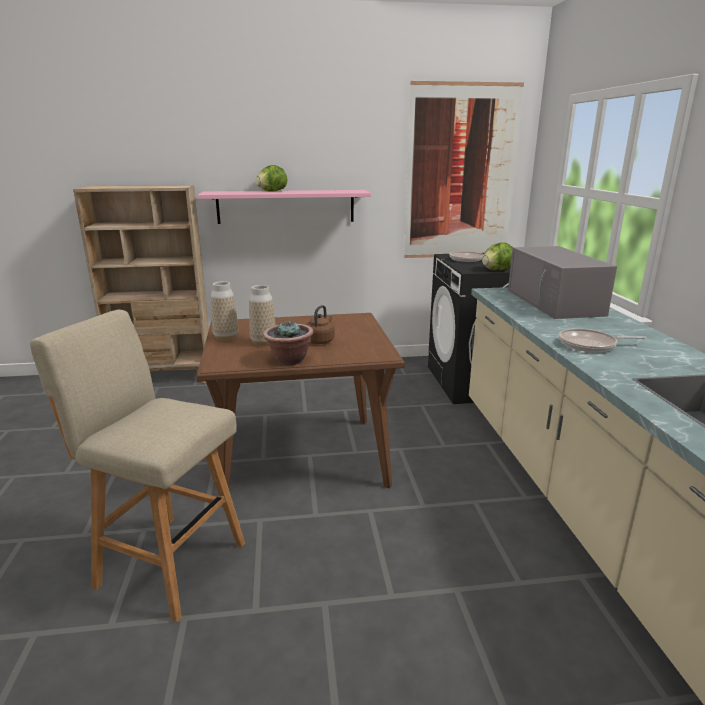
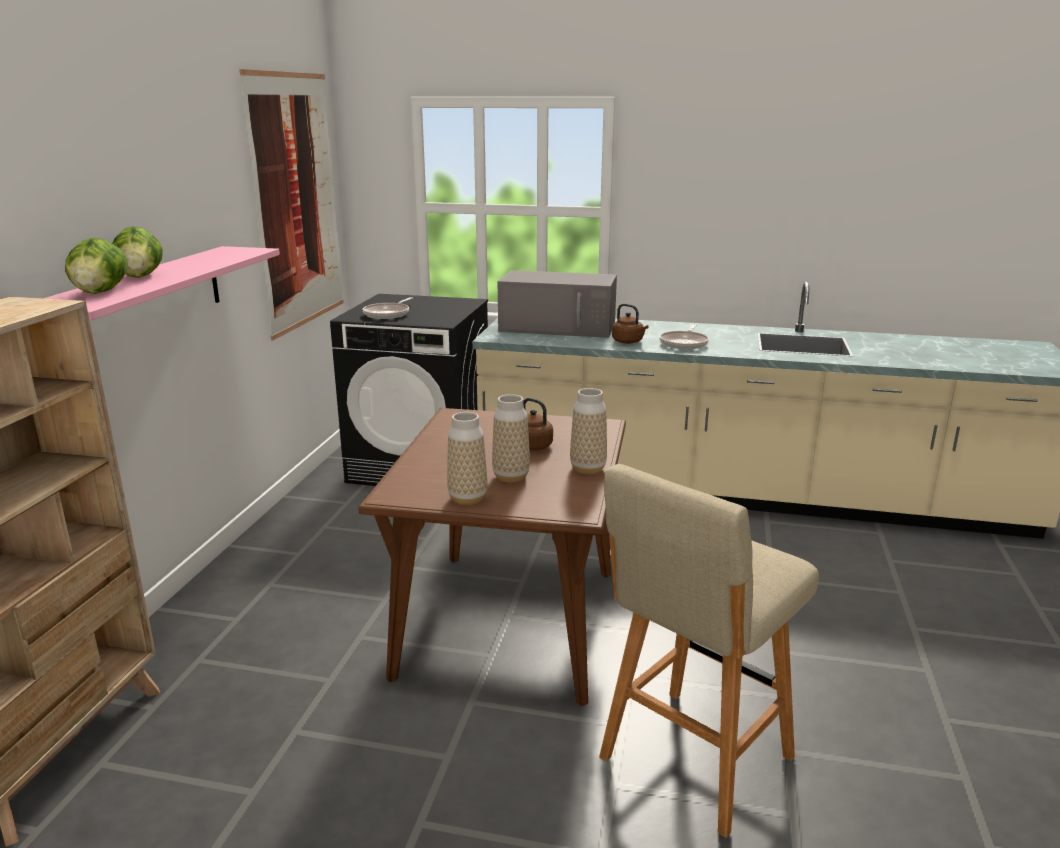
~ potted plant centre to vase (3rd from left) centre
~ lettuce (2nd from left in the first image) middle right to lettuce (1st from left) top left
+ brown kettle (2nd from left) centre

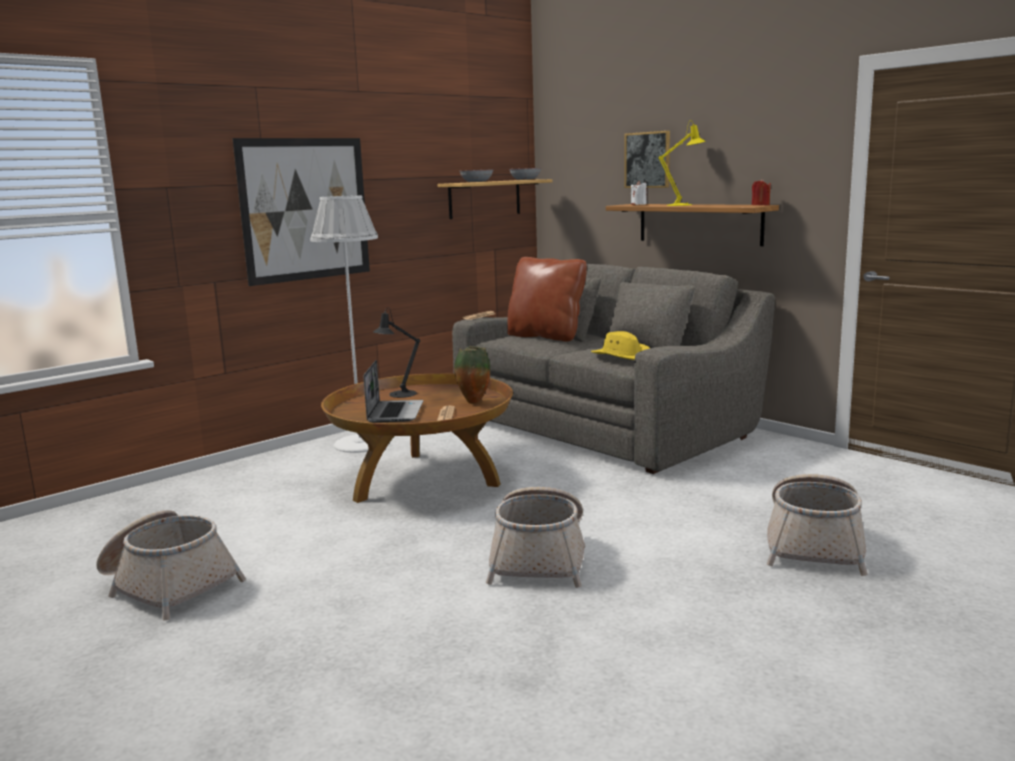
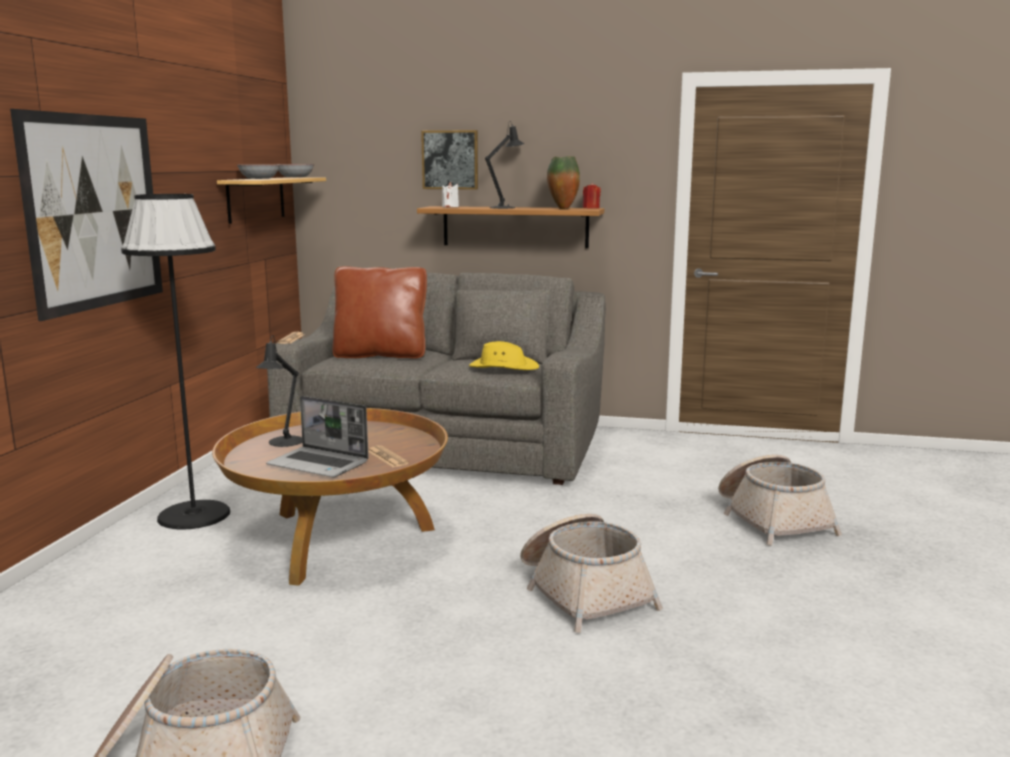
~ white floor lamp centre to black floor lamp middle left
~ laptop centre = middle left 150 degrees clockwise
~ vase centre to top centre
~ yellow table lamp top right to black table lamp (2nd from left) top centre

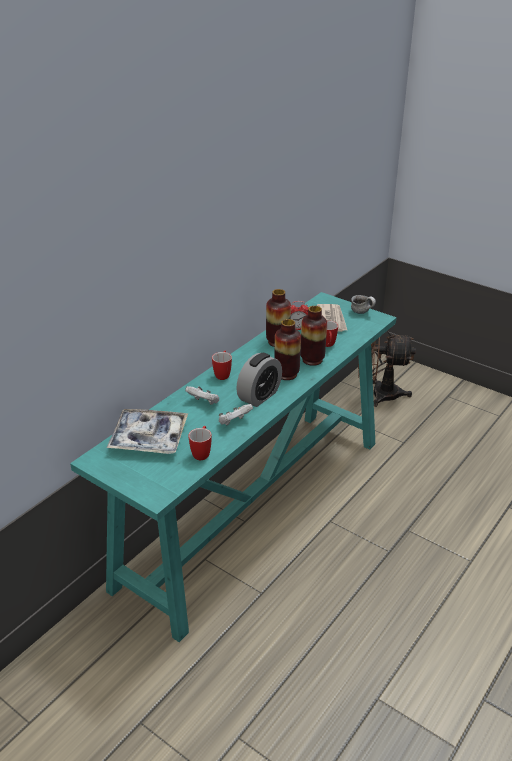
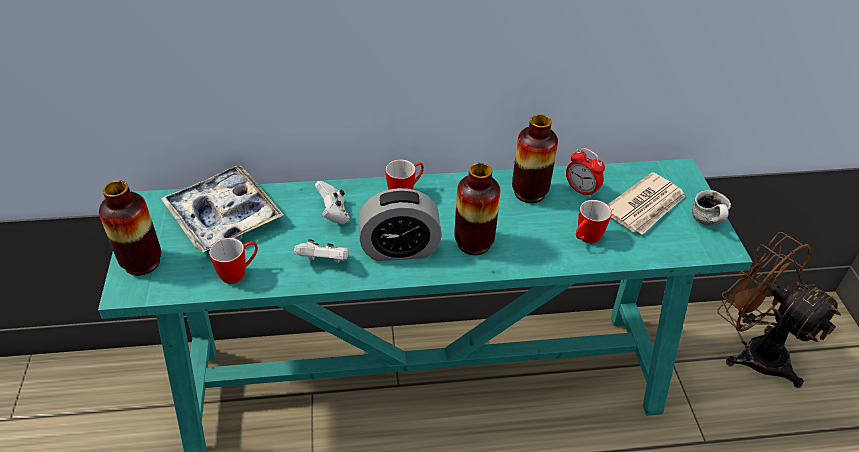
~ vase (3rd from left in the first image) centre to vase (1st from left) middle left

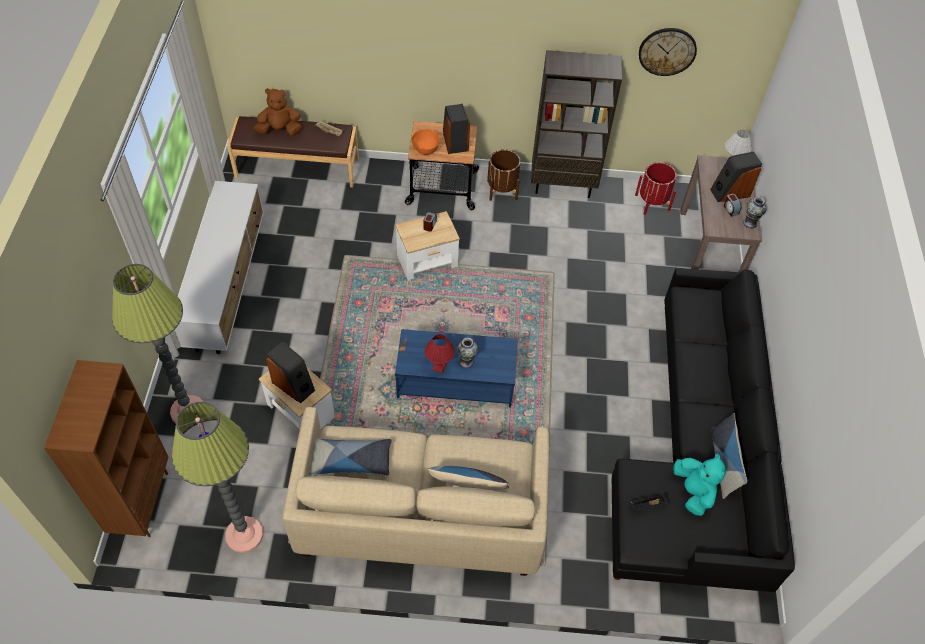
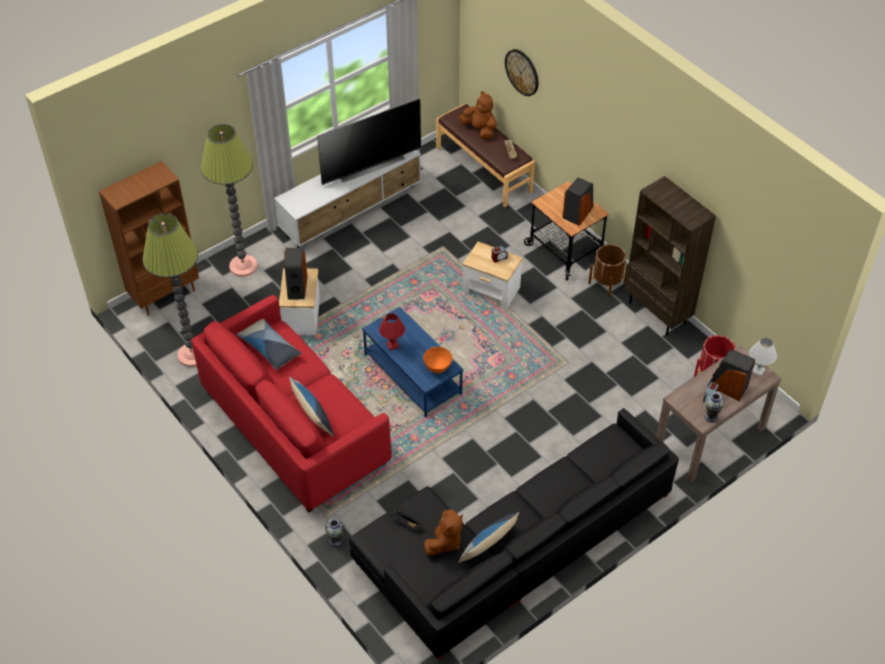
~ beige sofa bottom centre to red sofa middle left
~ orange bowl top centre to centre
~ vase (1st from left) centre to bottom centre
~ wall clock top right to top centre
~ turquoise plush toy bottom right to brown plush toy (1st from left) bottom centre
+ television top centre

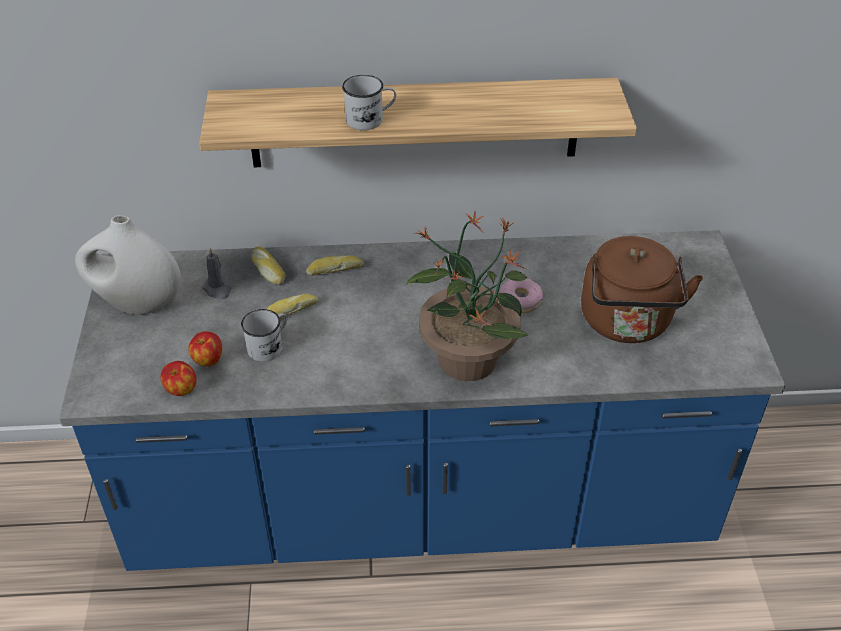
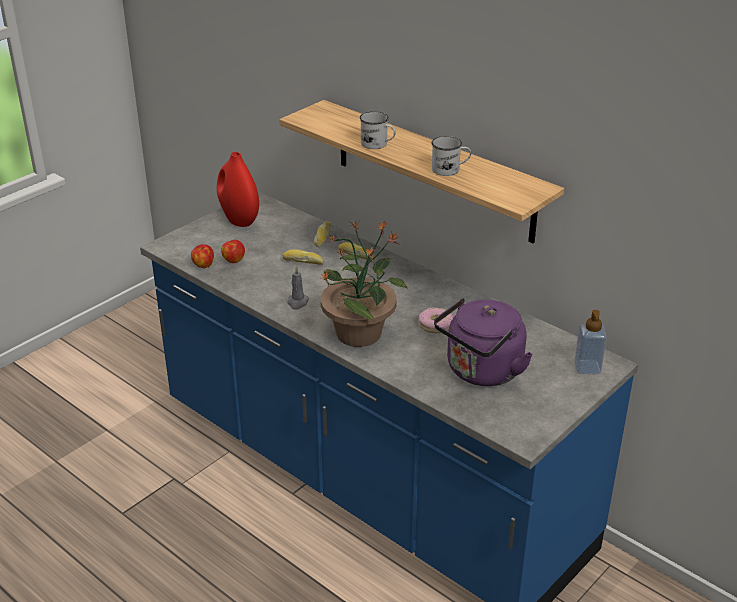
~ white vase middle left to red vase top left
~ grey candle middle left to centre
~ white mug (1st from left in the first image) middle left to white mug (2nd from left) top centre
~ brown kettle middle right to purple kettle centre
+ soap dispenser middle right

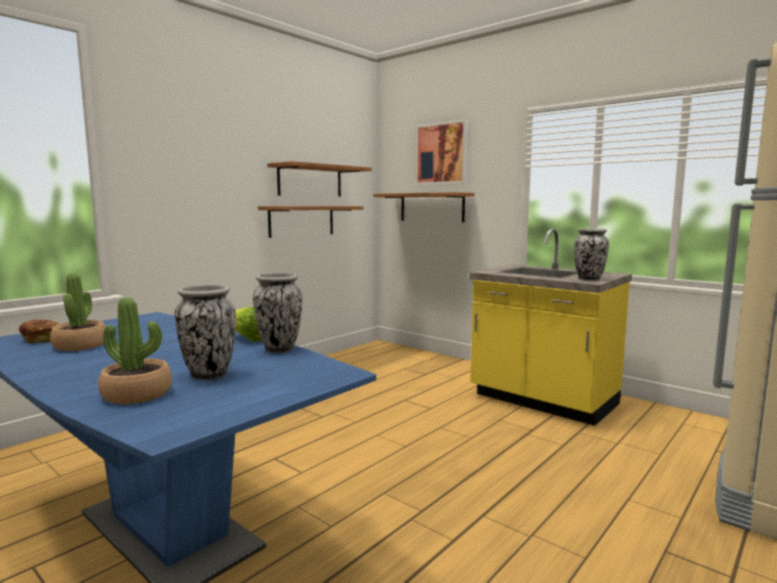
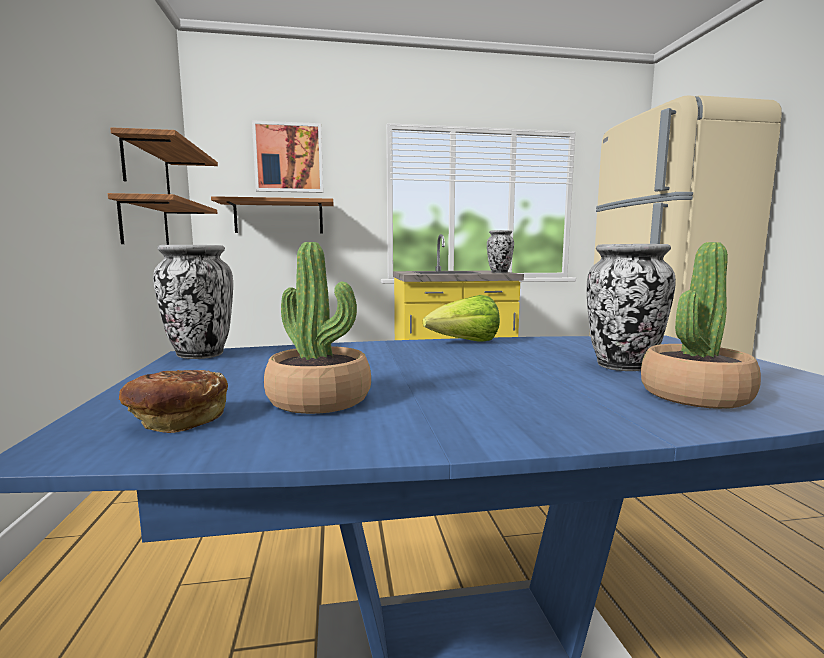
~ vase (2nd from left in the first image) centre to vase (1st from left) middle left

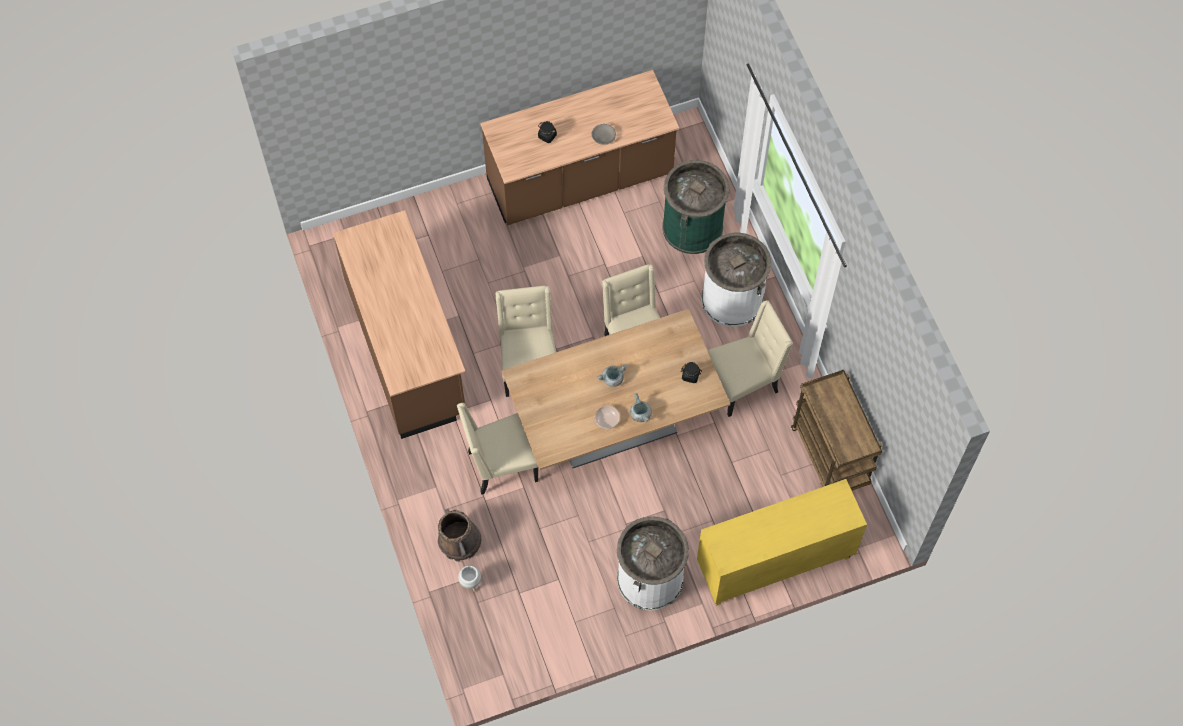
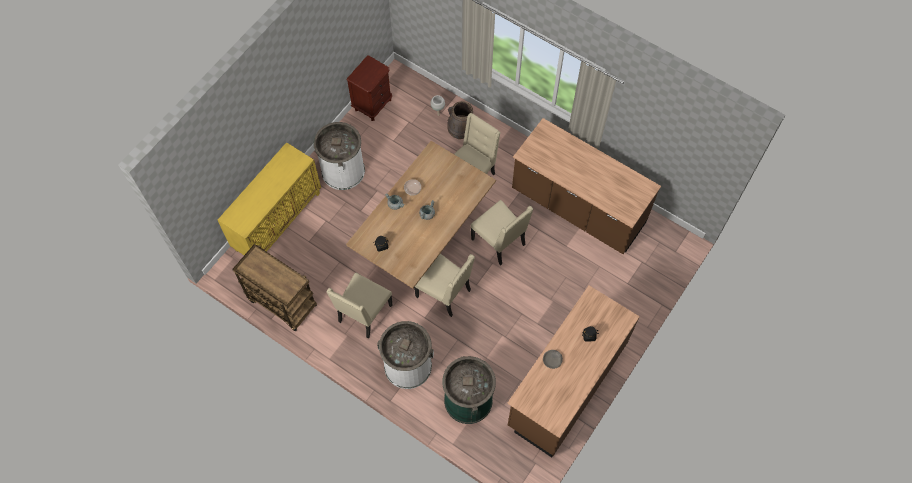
+ brown nightstand top centre

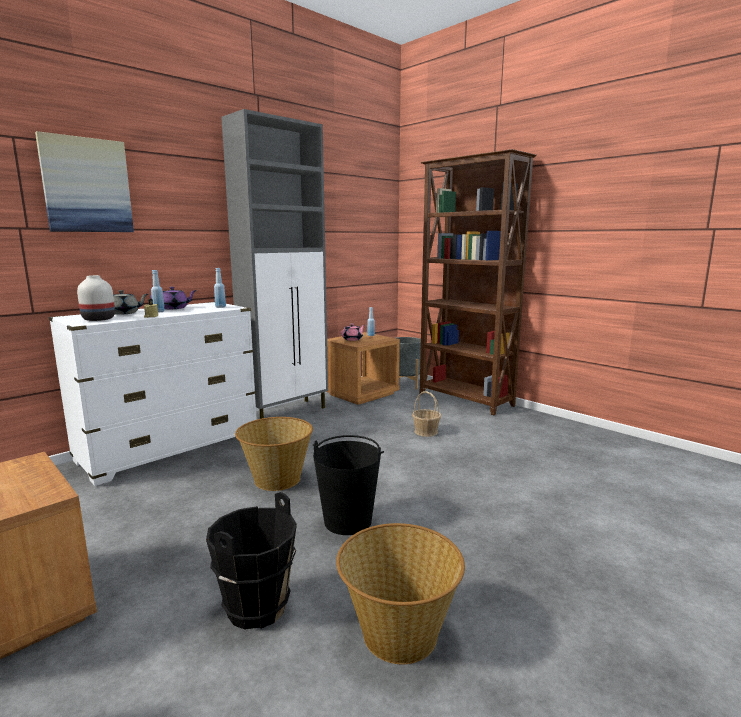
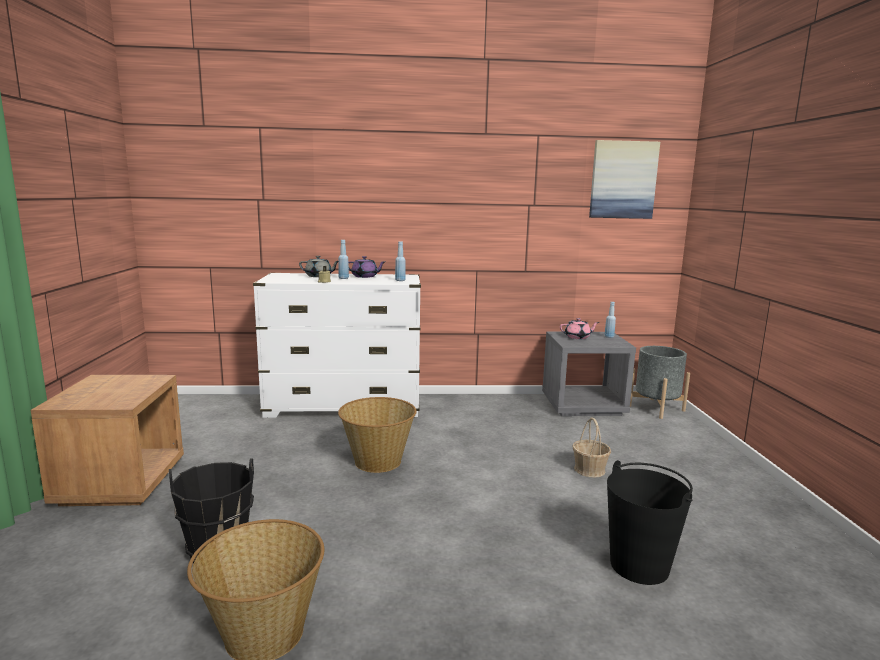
~ picture top left to top right
- white vase middle left
- grey cabinet centre
~ black bucket (2nd from left) bottom centre to bottom right
~ brown nightstand (2nd from left) centre to grey nightstand middle right
- brown bookcase centre

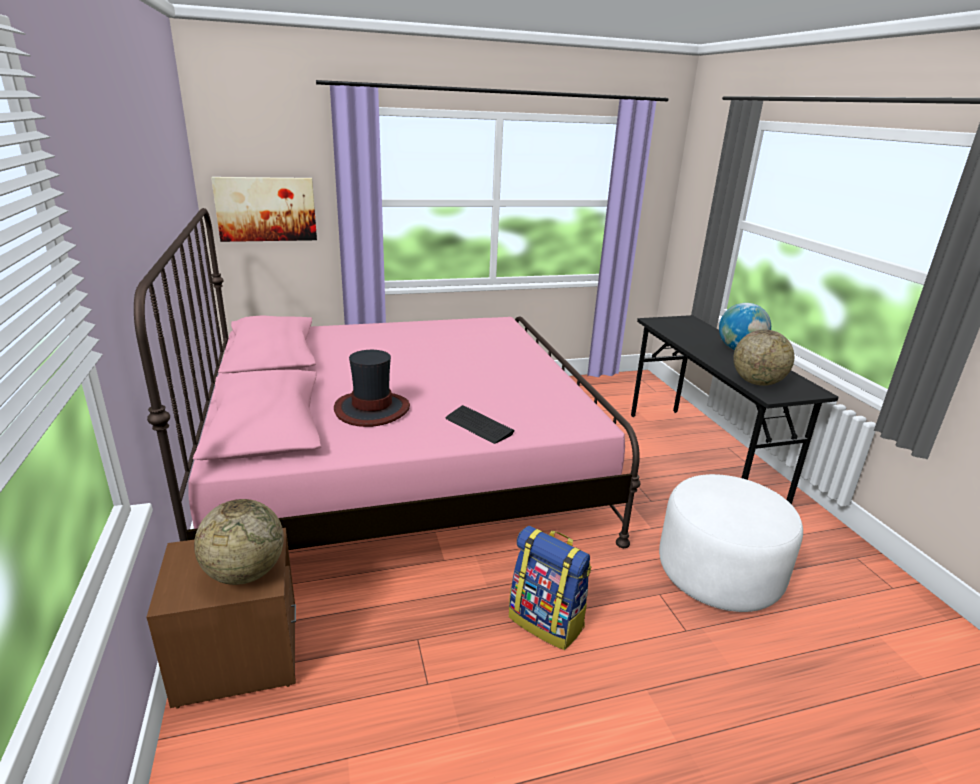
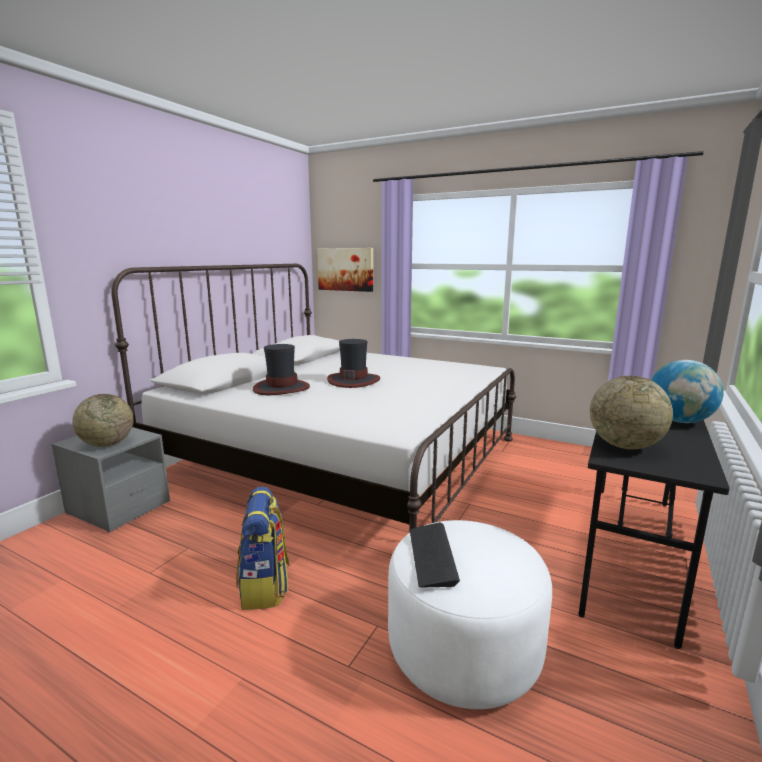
~ pink bed centre to white bed centre
~ brown nightstand bottom left to grey nightstand middle left
~ keyboard centre to bottom centre
+ hat (2nd from left) centre

